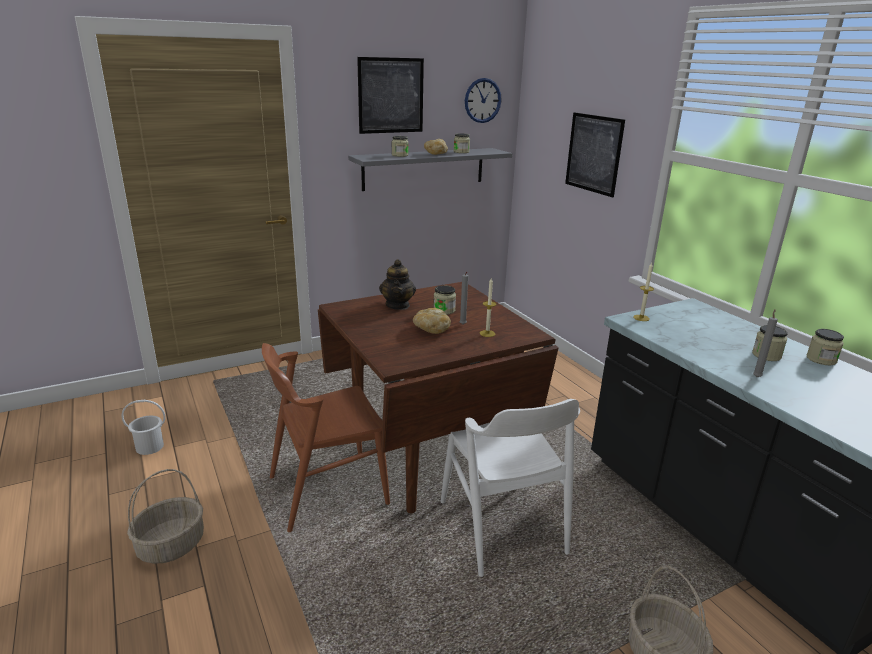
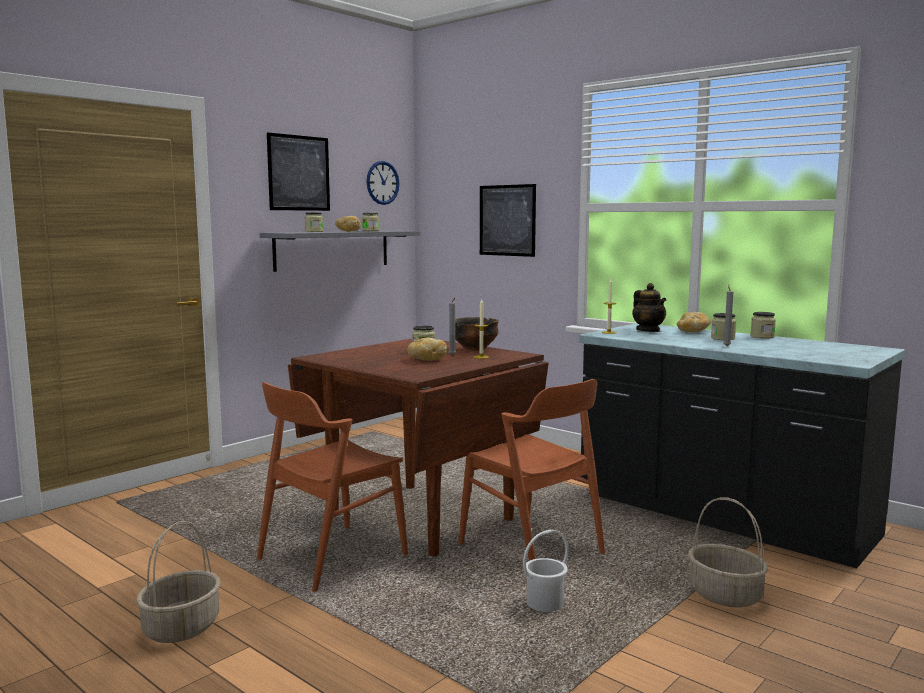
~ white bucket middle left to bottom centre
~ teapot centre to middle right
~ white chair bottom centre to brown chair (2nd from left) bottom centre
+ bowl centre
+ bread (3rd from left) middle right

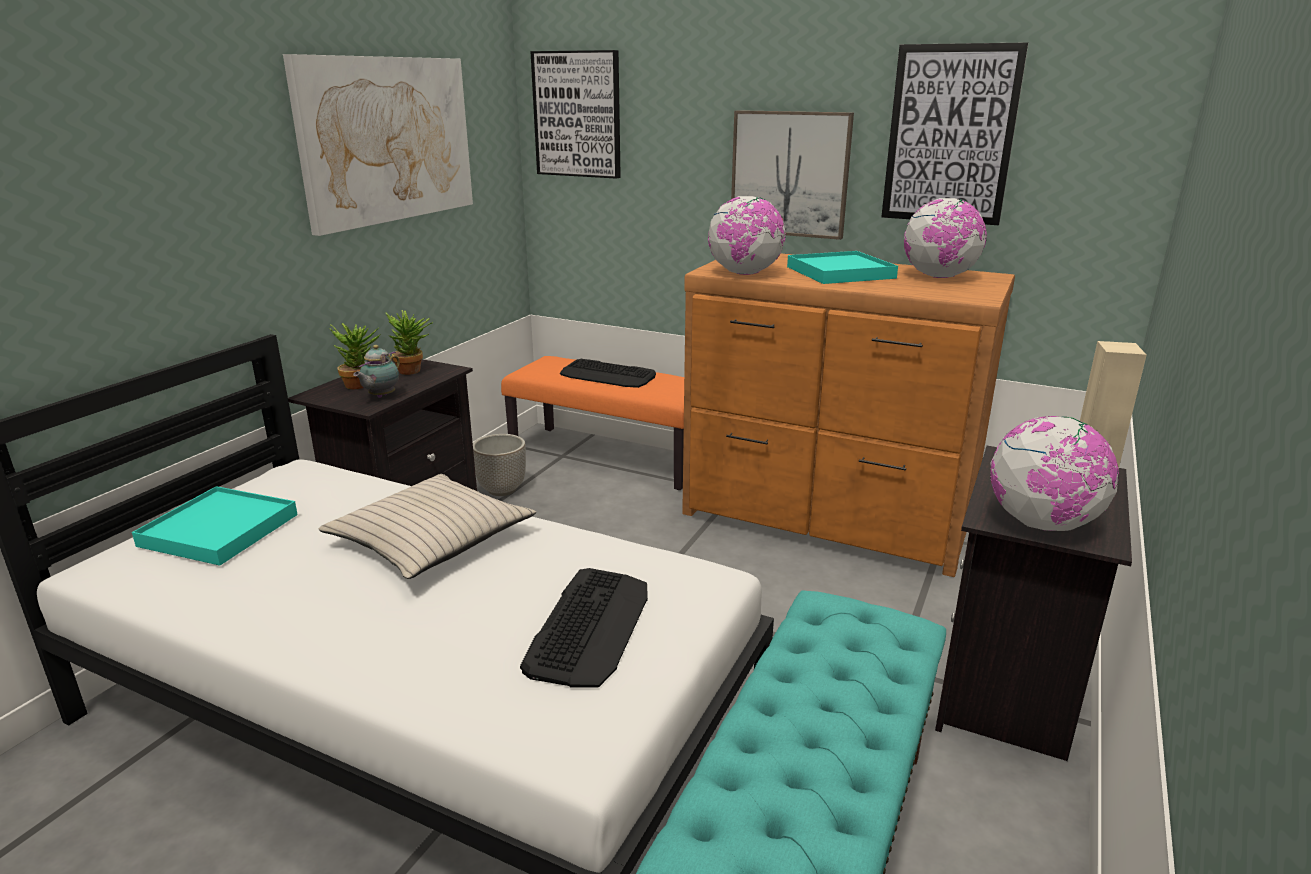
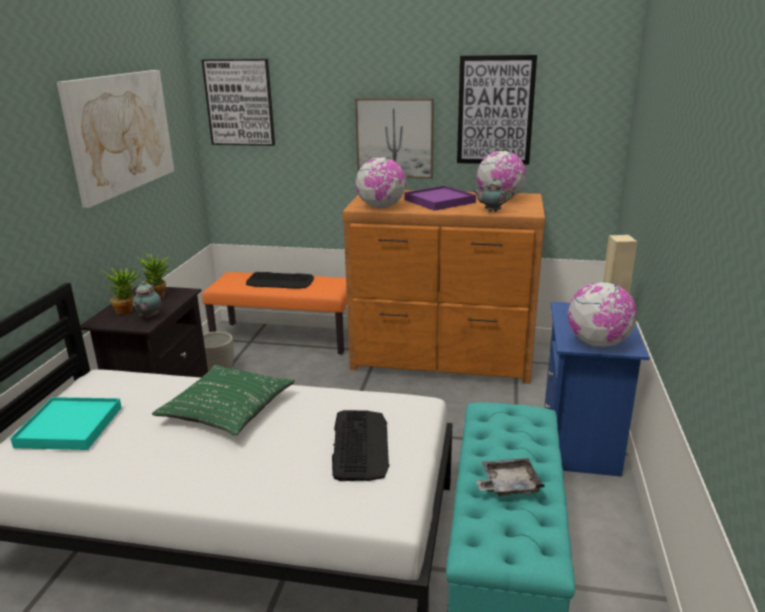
~ beige pillow middle left to green pillow middle left
~ turquoise tray (2nd from left) top centre to purple tray top centre
~ black nightstand (2nd from left) bottom right to blue nightstand middle right
+ teapot (2nd from left) top centre
+ grey tray bottom right

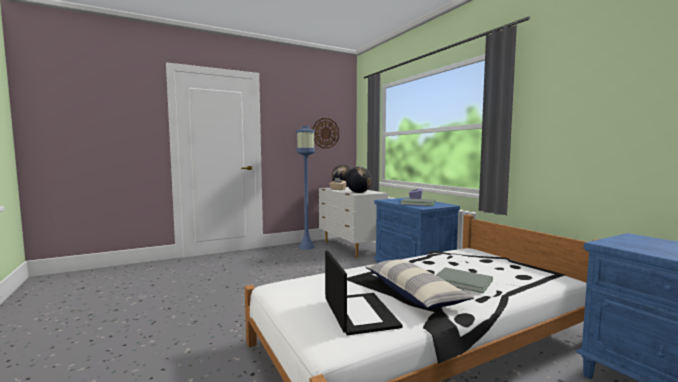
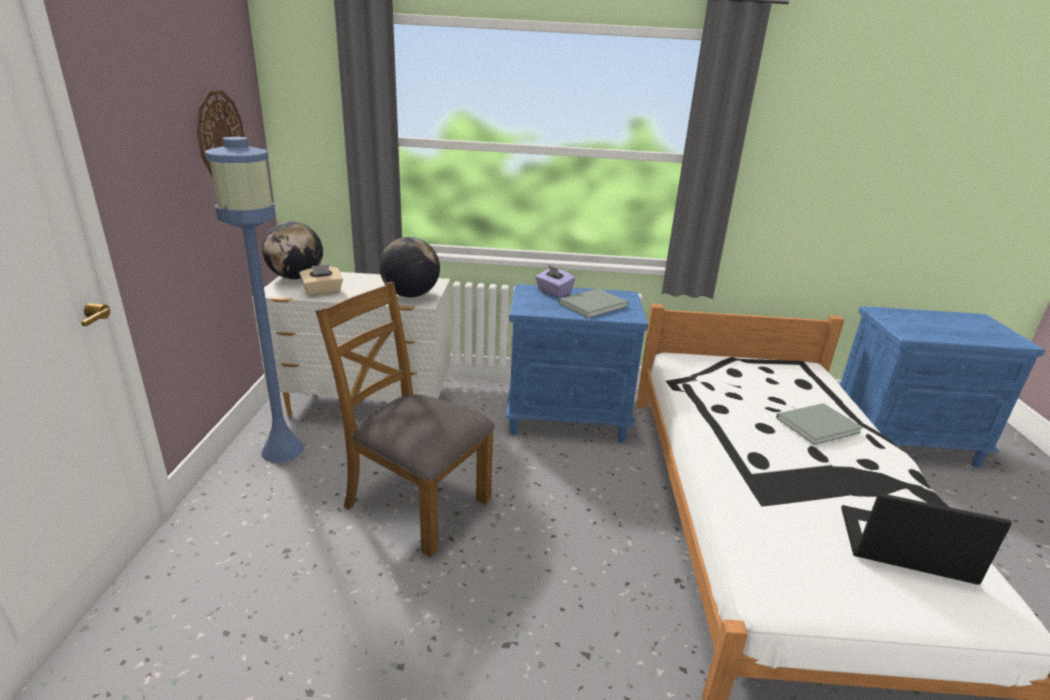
- pillow bottom centre
+ brown chair centre

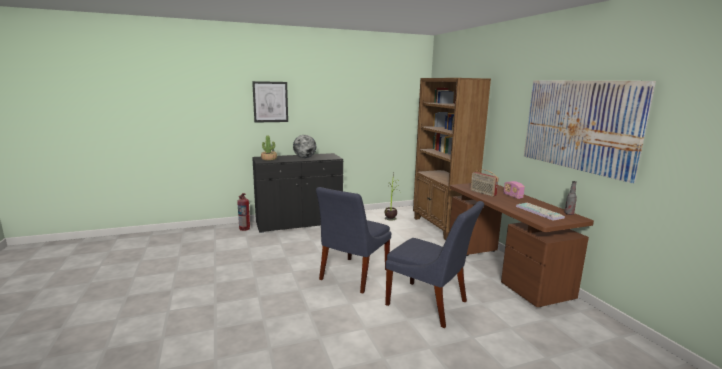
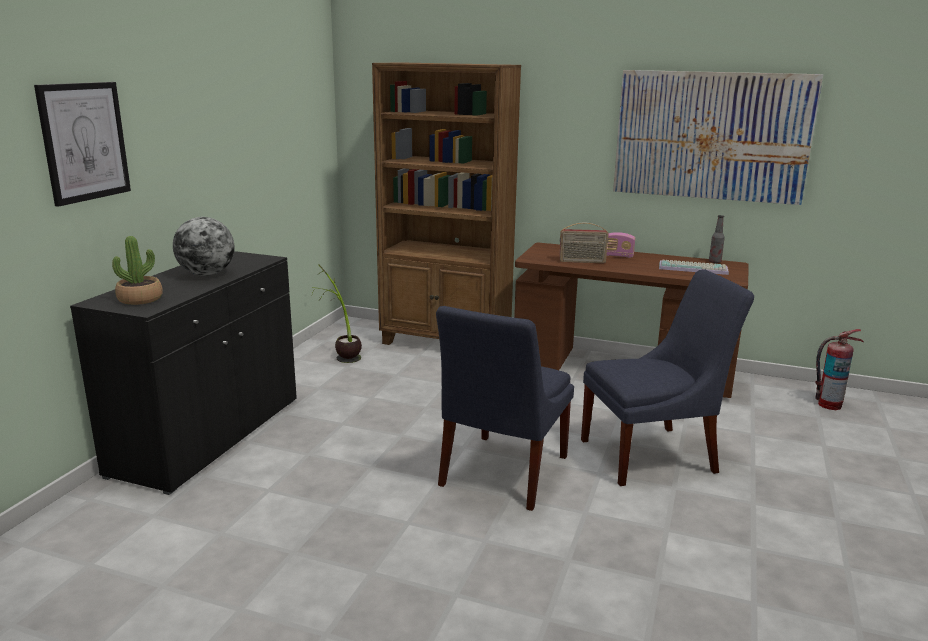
~ fire extinguisher centre to middle right
~ blue chair (1st from left) centre = centre 45 degrees clockwise

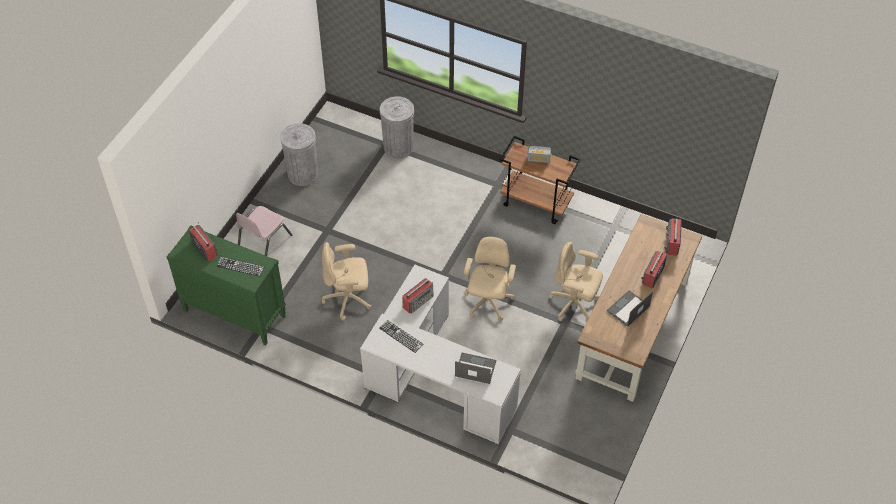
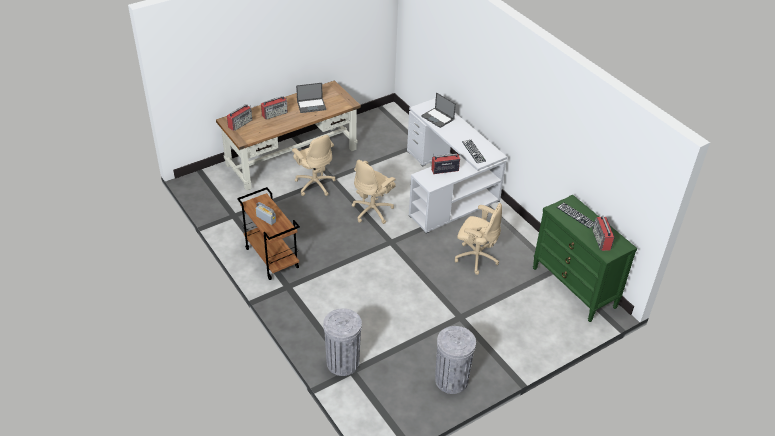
- pink chair middle left

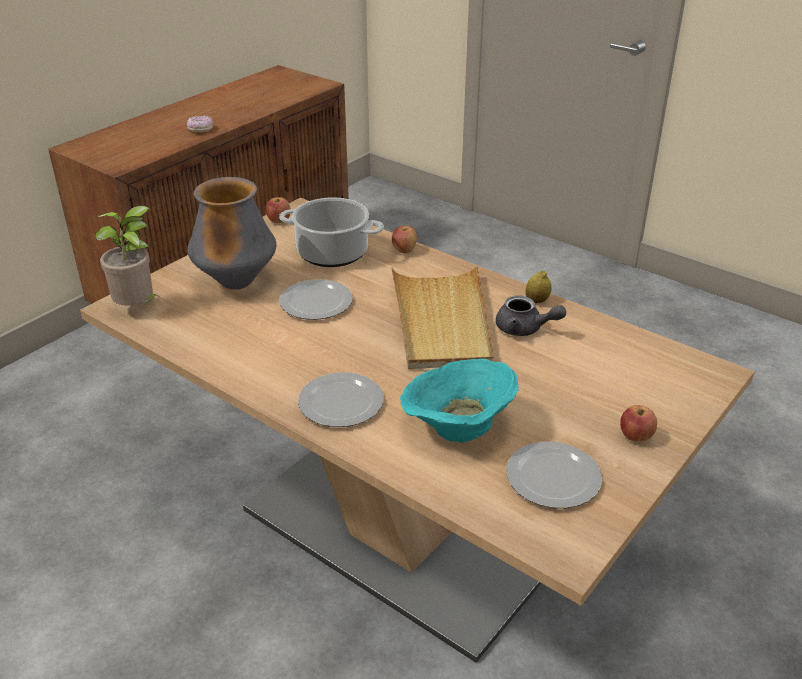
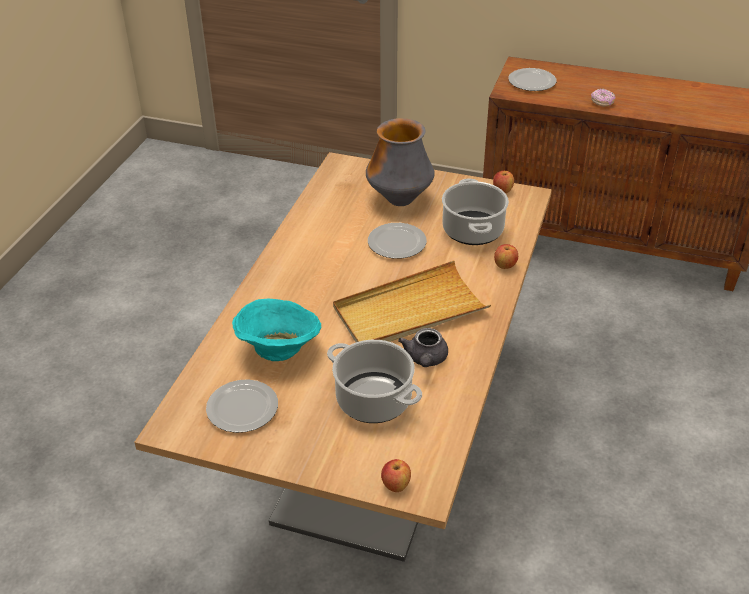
- potted plant middle left
~ plate (2nd from left in the first image) centre to plate (3rd from left) top right
- lemon middle right
~ apple (3rd from left in the first image) middle right to apple (1st from left) bottom centre
+ cooking pot (1st from left) centre

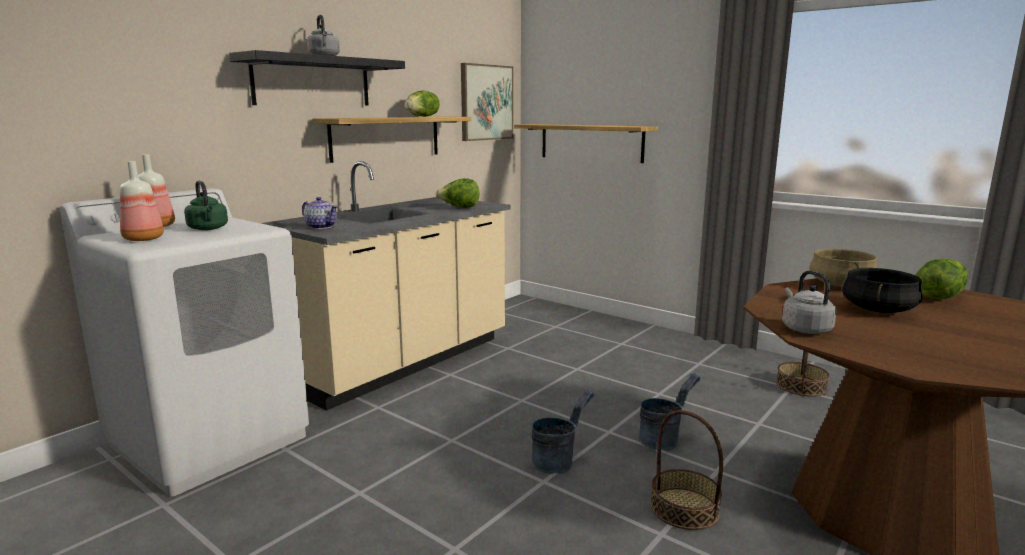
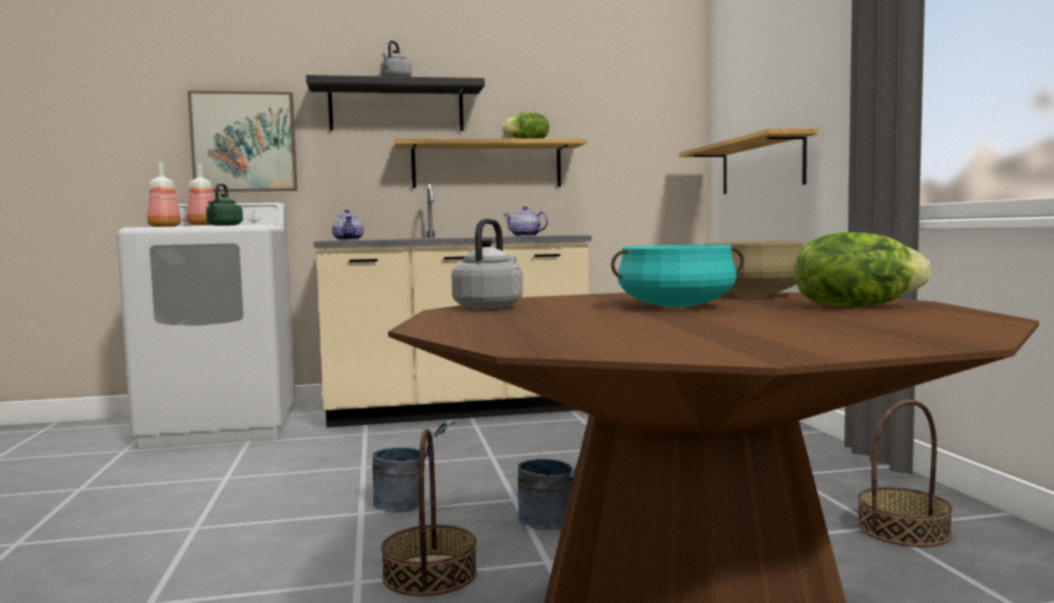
~ lettuce (2nd from left) centre to teapot (2nd from left) centre
~ picture top centre to top left
~ black cooking pot middle right to turquoise cooking pot centre

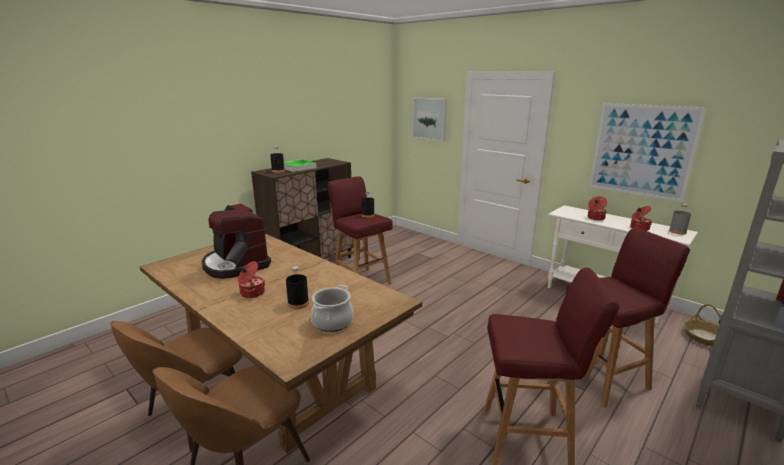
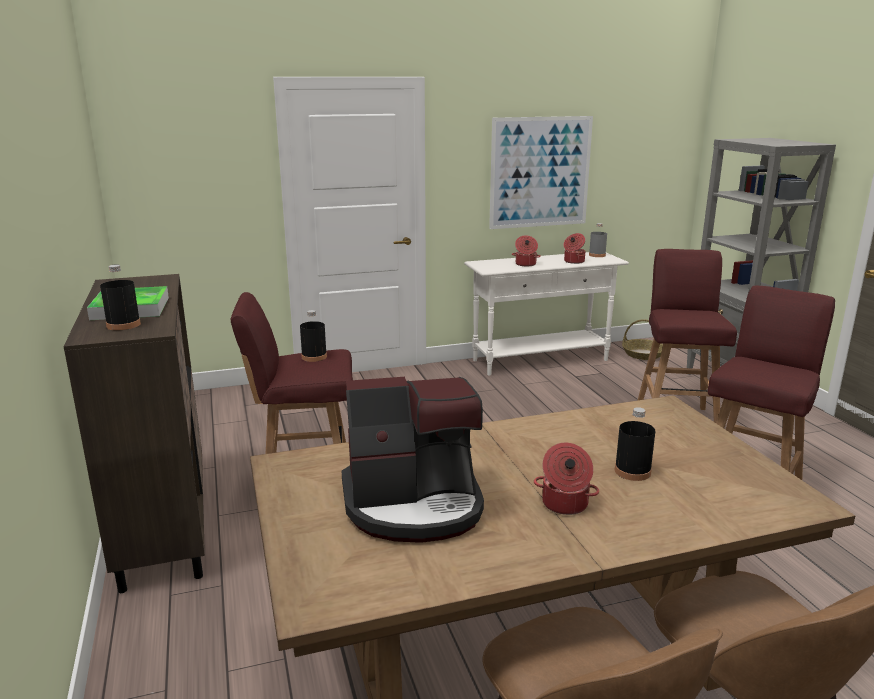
- cooking pot (2nd from left) centre
- picture (1st from left) top centre

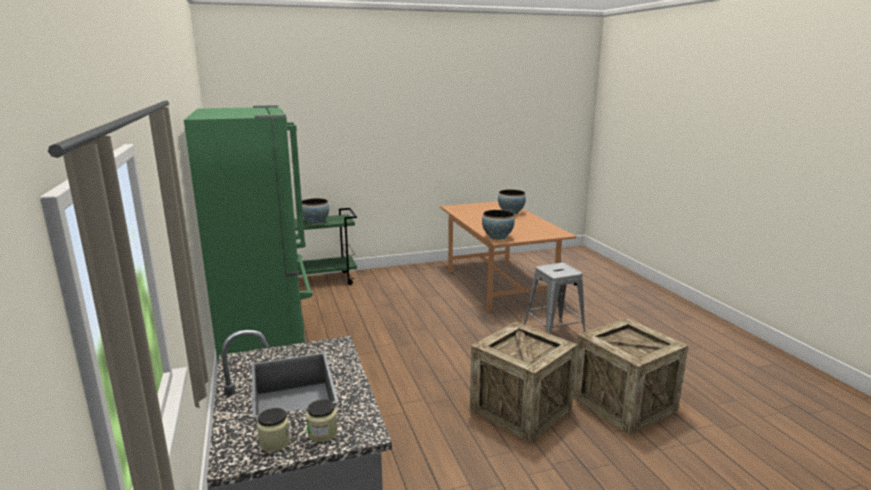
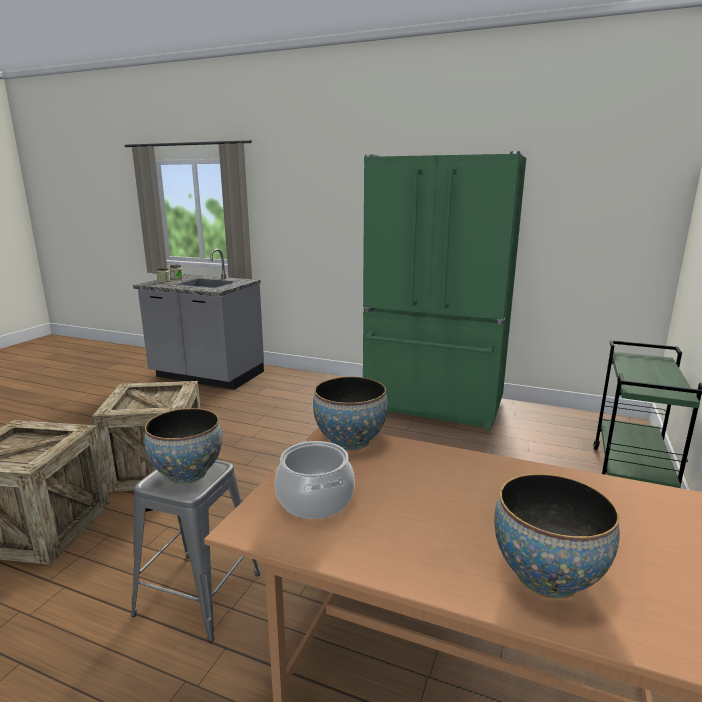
~ bowl (1st from left) centre to middle left
+ cooking pot bottom centre

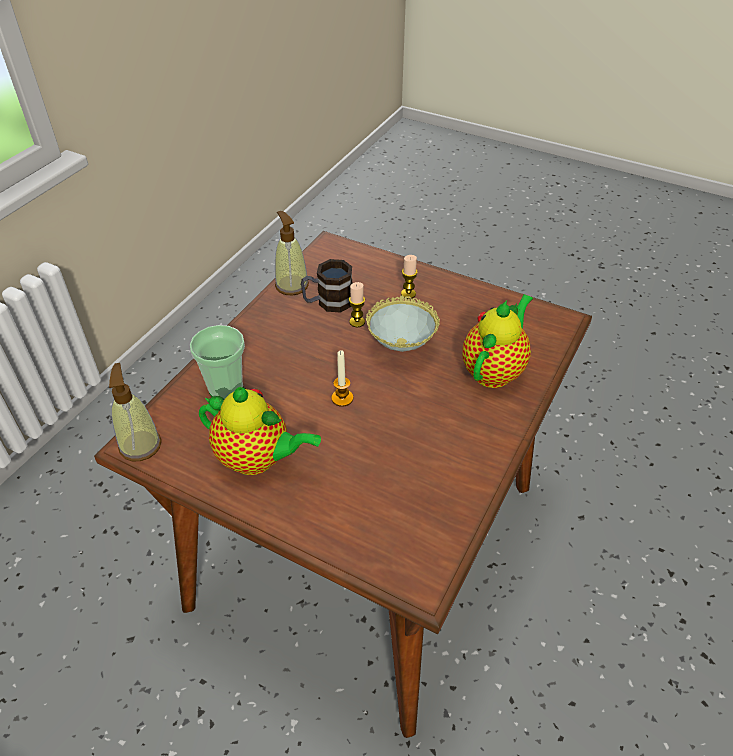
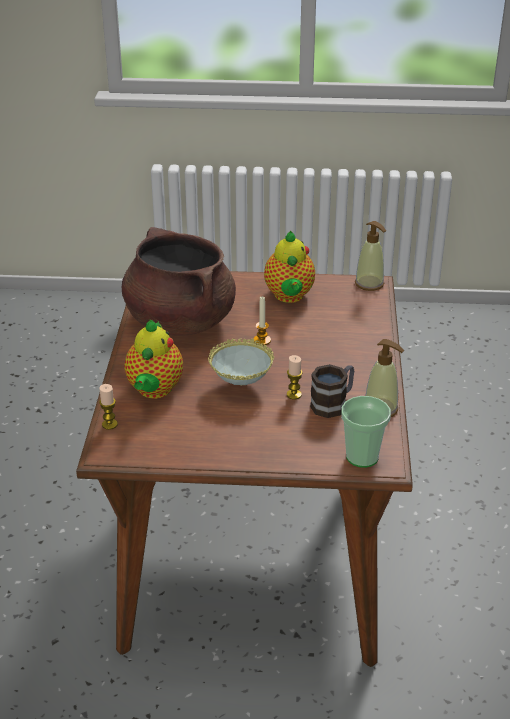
~ cup middle left to middle right
~ teapot (1st from left in the first image) centre = centre 90 degrees counterclockwise
~ candle (3rd from left in the first image) centre to candle (1st from left) middle left
+ brown cooking pot centre

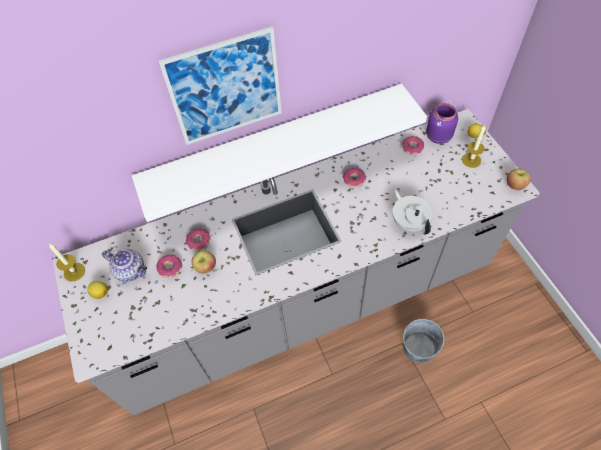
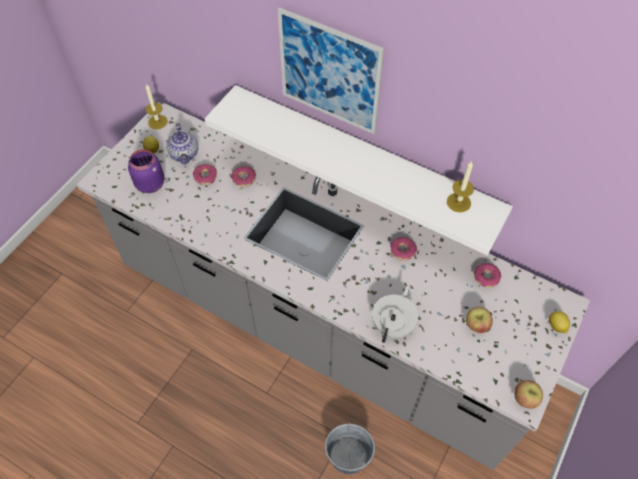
~ apple (1st from left) centre to bottom right
~ purple jar top right to middle left
~ candle (2nd from left) top right to middle right

